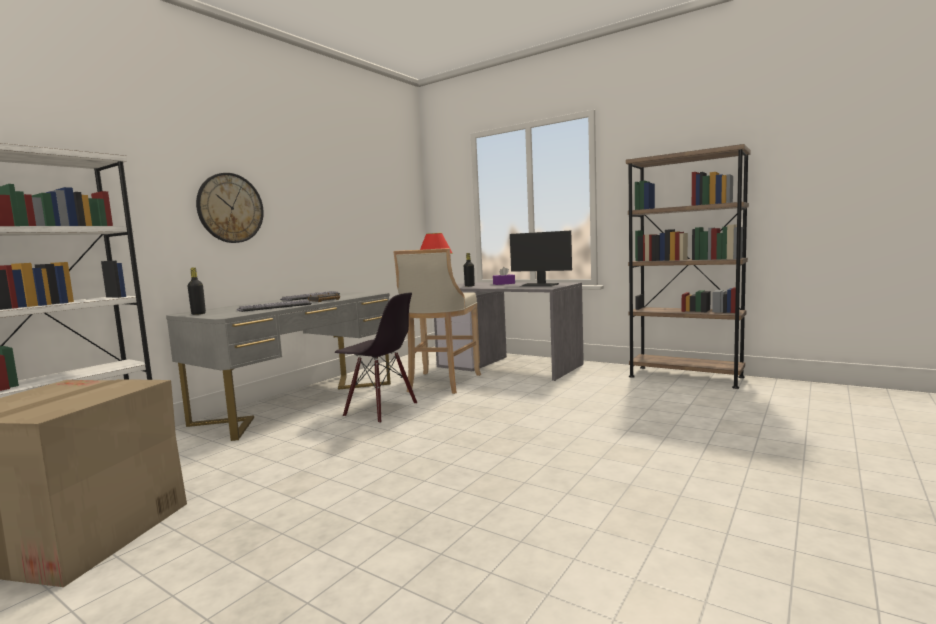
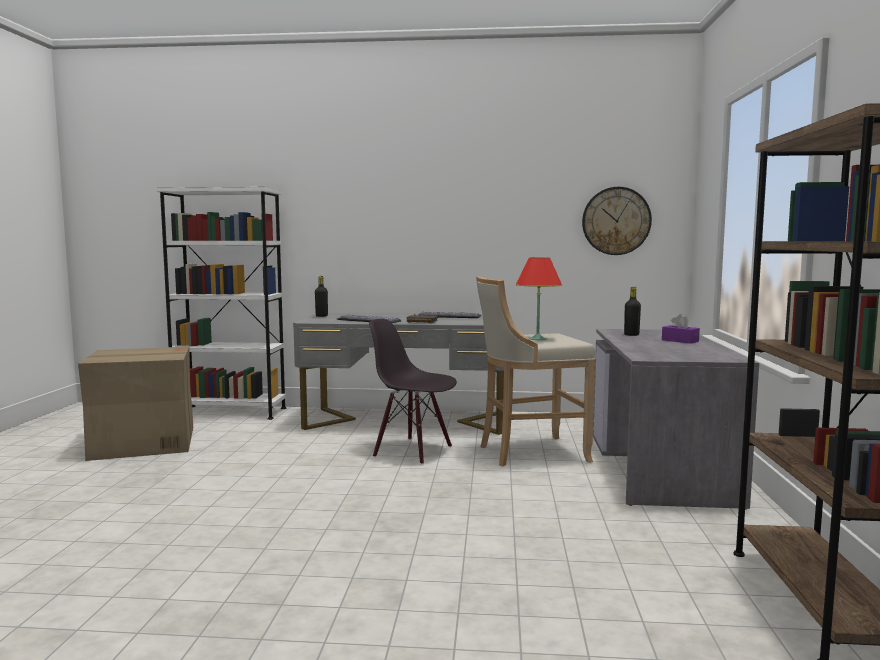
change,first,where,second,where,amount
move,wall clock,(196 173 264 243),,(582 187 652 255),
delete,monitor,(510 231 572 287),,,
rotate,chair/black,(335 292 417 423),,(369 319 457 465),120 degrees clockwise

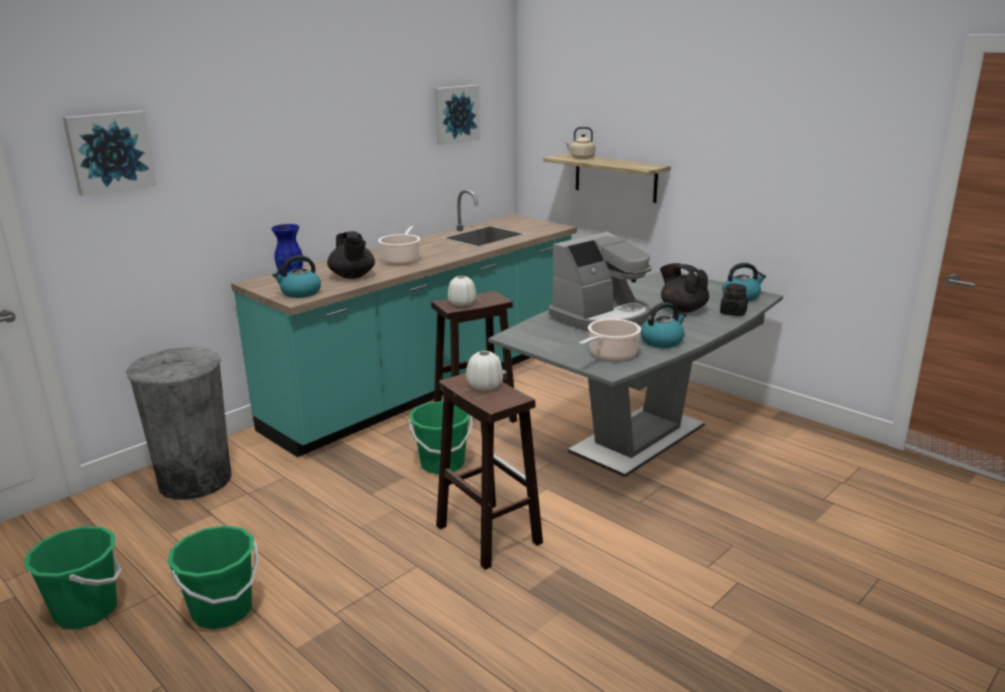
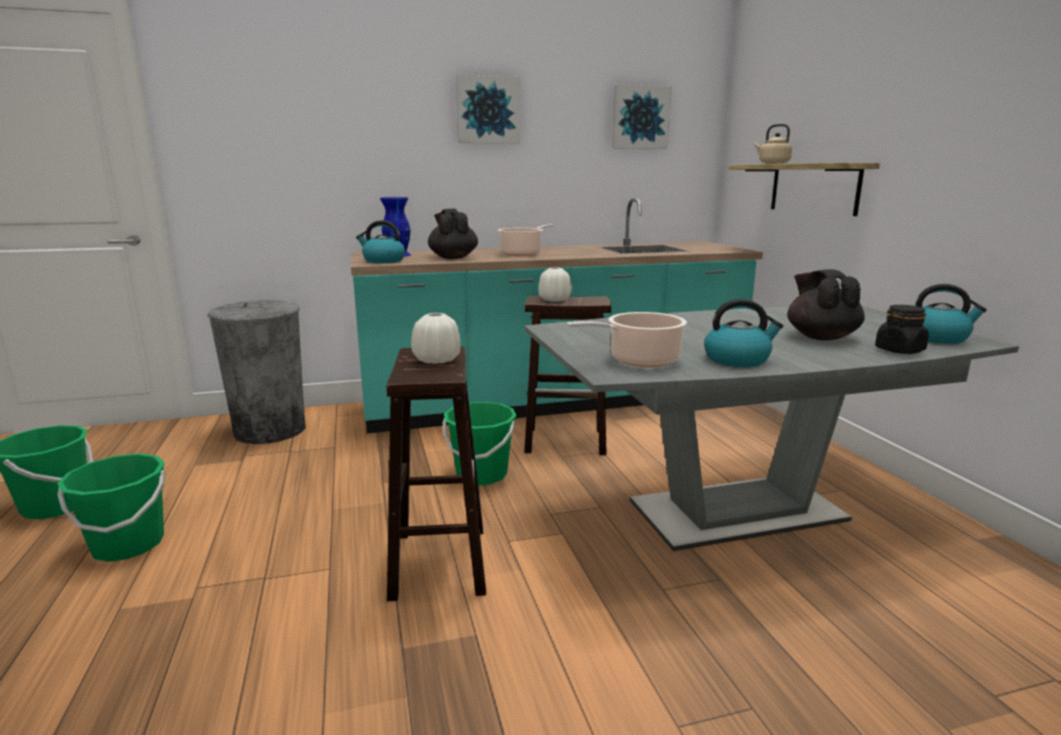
change,first,where,second,where,amount
move,picture,(63 111 157 196),,(456 74 520 144),
rotate,teapot/black,(327 231 375 279),,(428 209 478 259),150 degrees clockwise
delete,coffee machine,(549 231 652 331),,,

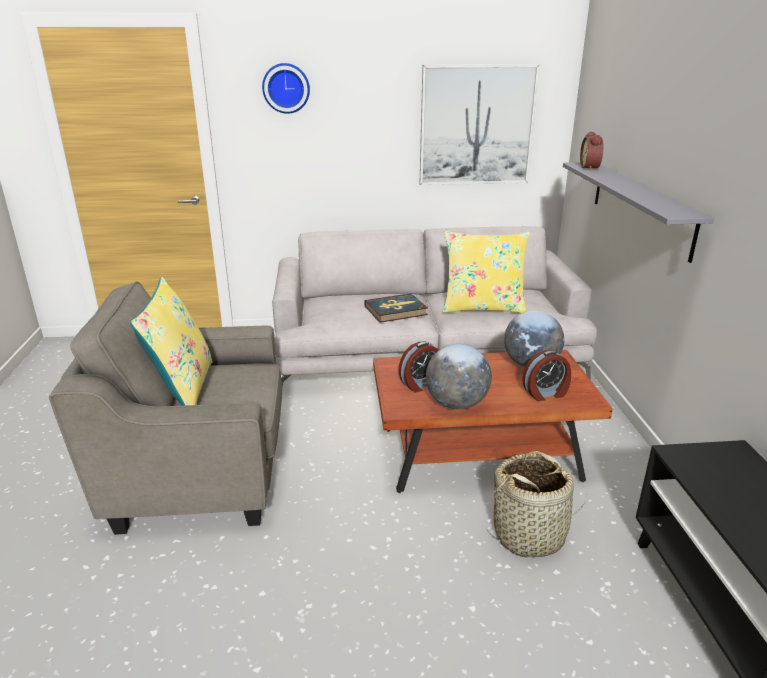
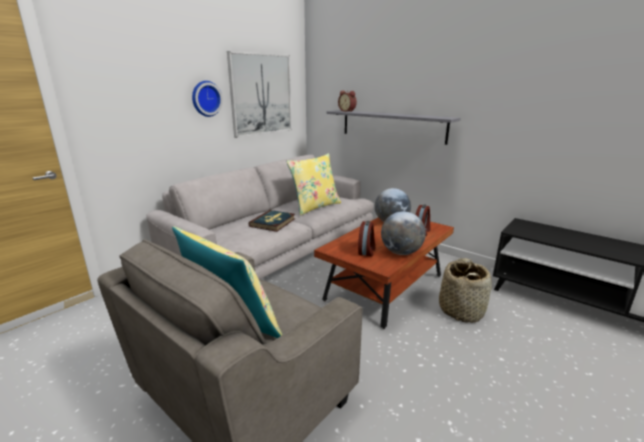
change,first,where,second,where,amount
move,wall clock,(262 63 310 114),,(192 81 223 117),

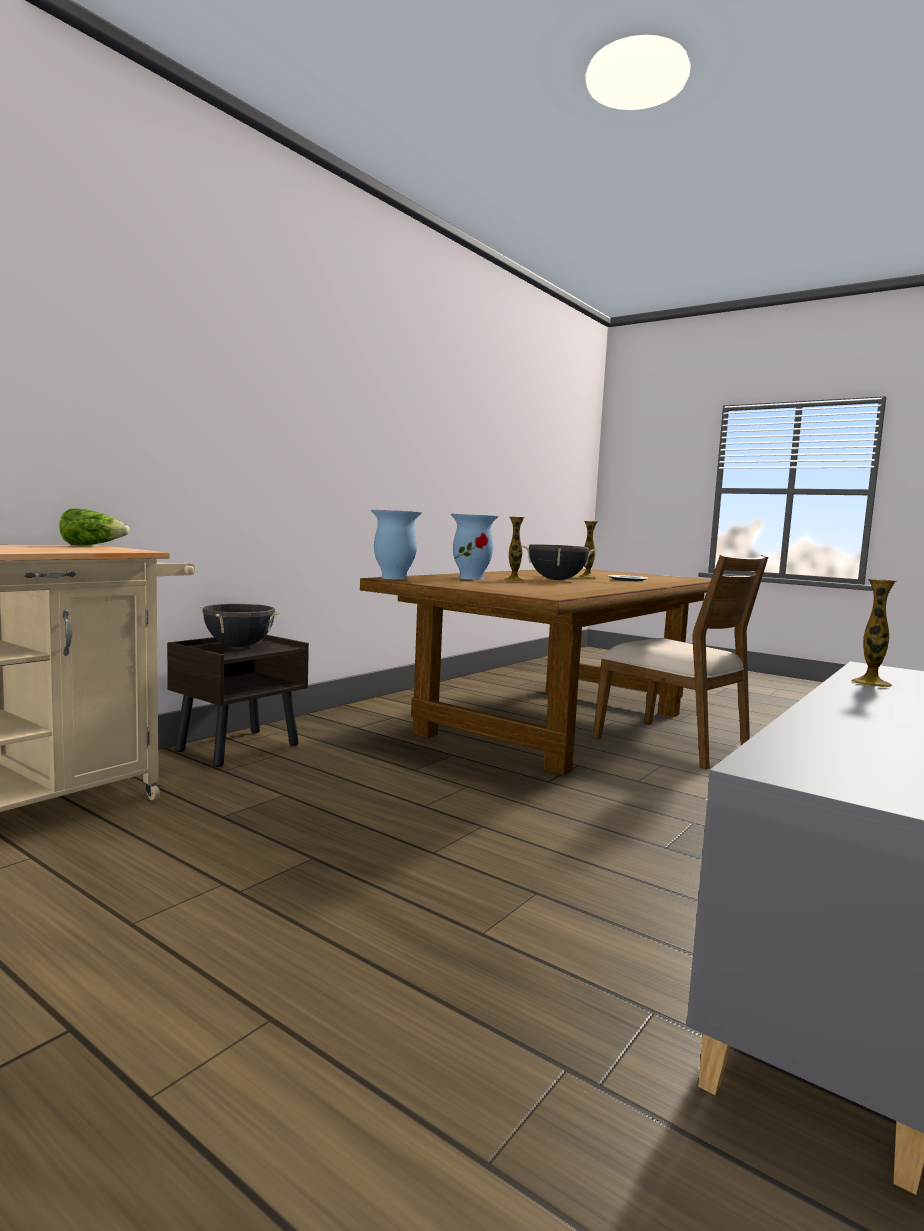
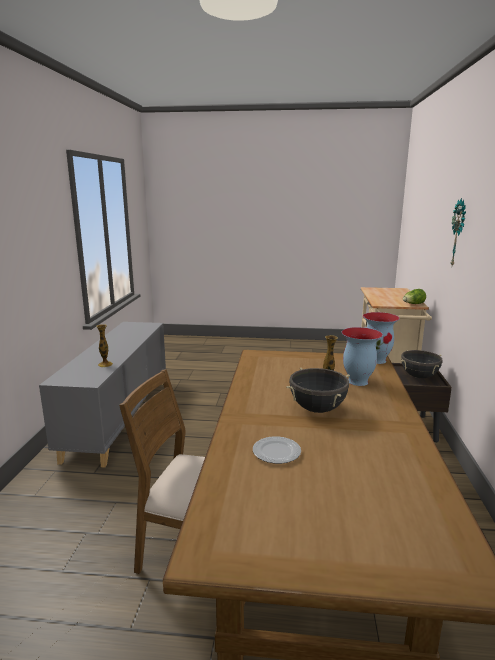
change,first,where,second,where,amount
delete,vase,(578 521 598 578),,,
insert,,,wall clock,(451 198 466 266),

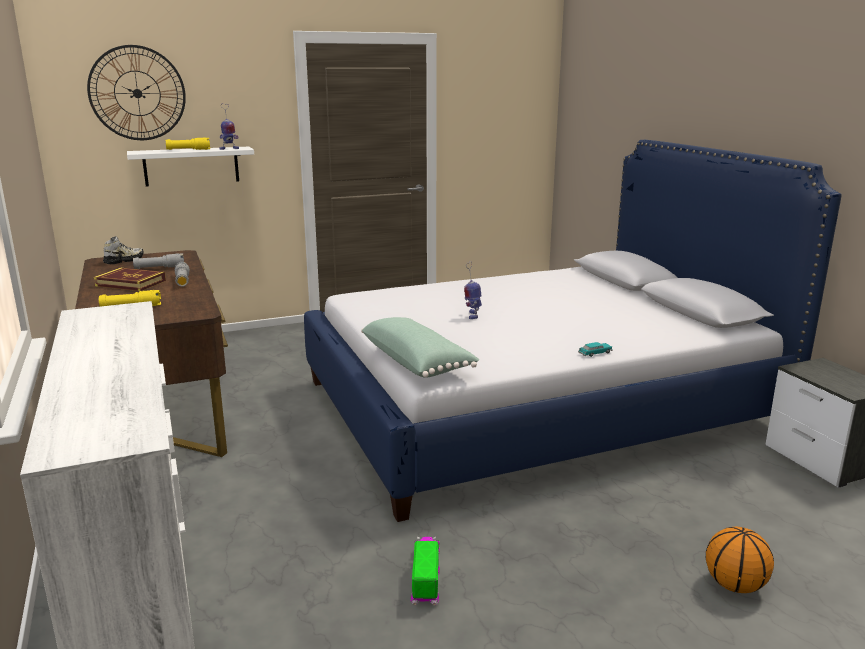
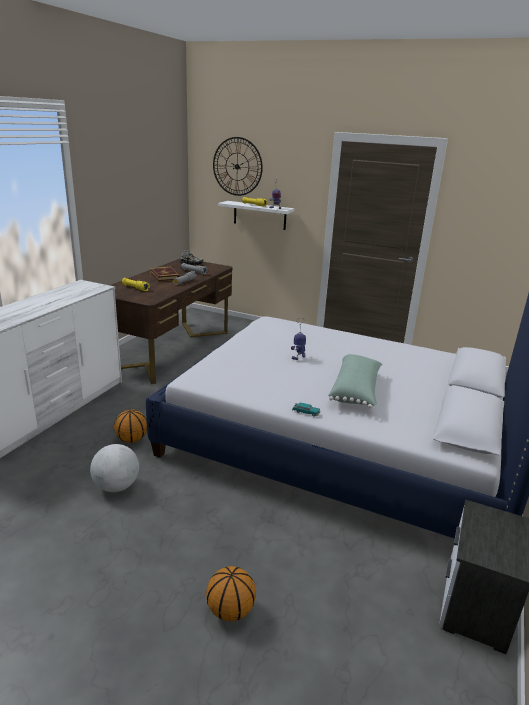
change,first,where,second,where,amount
move,pillow/green,(361 317 479 378),,(328 354 382 408),
replace,toy truck,(410 537 440 606),globe,(90 444 139 492),
insert,,,basketball,(114 409 147 443),

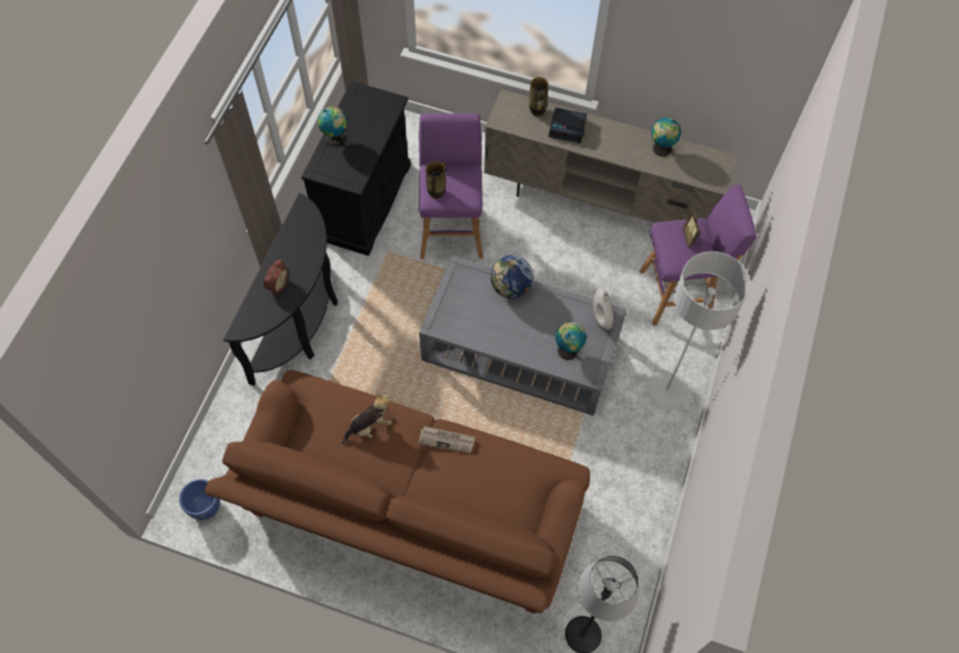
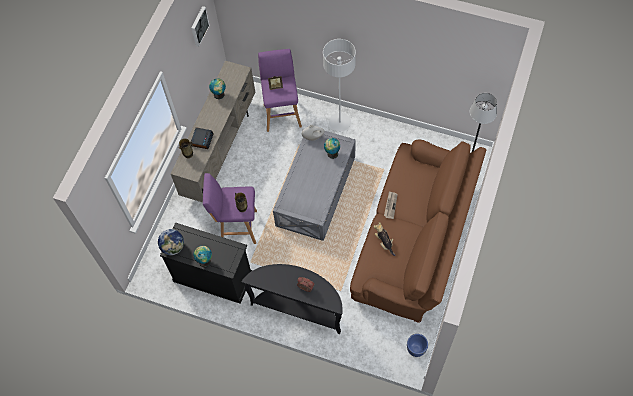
change,first,where,second,where,amount
move,globe,(490 255 534 299),,(158 229 184 255),
insert,,,picture,(191 6 210 47),

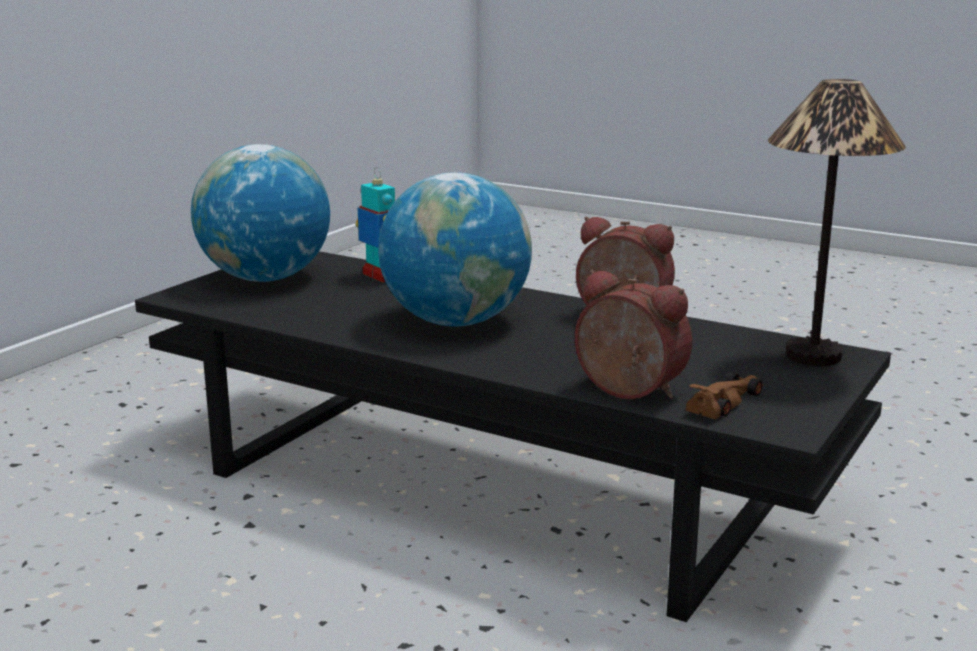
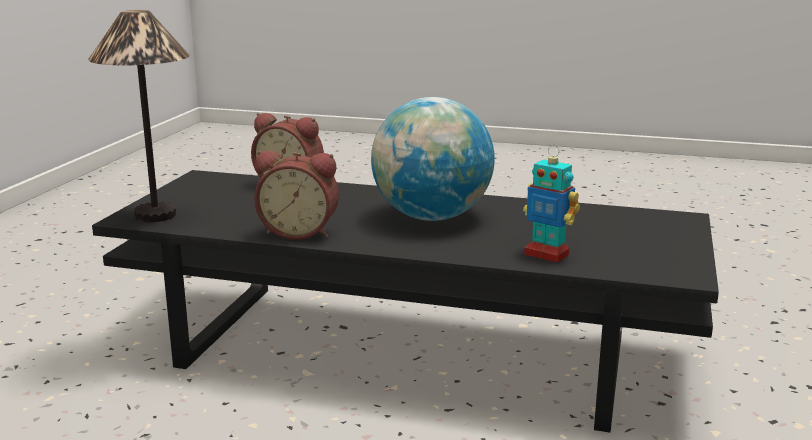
change,first,where,second,where,amount
delete,globe,(191 144 330 282),,,
delete,toy car/brown,(685 372 764 420),,,

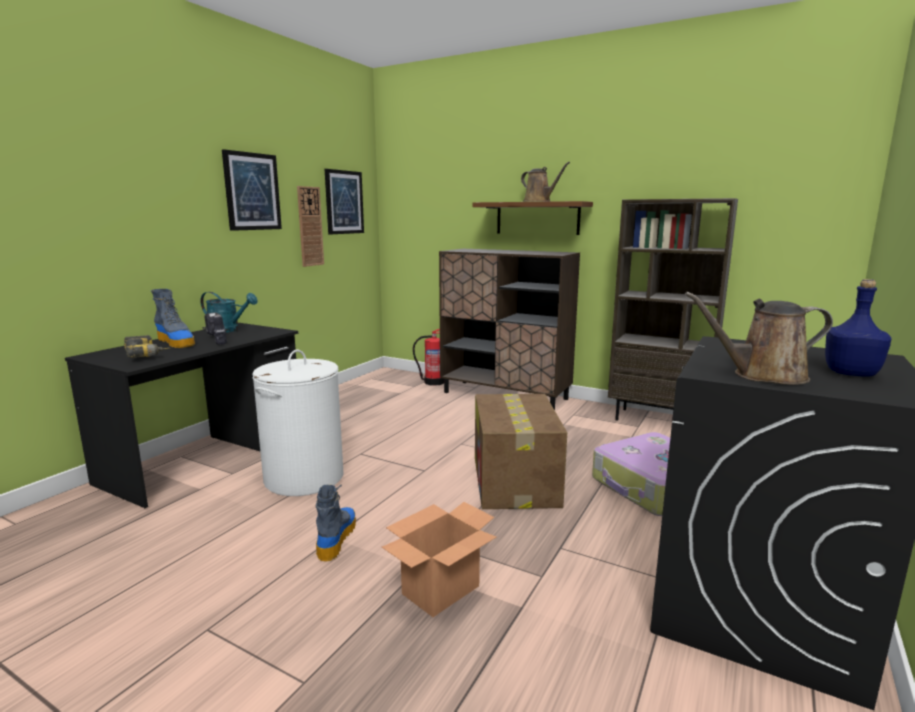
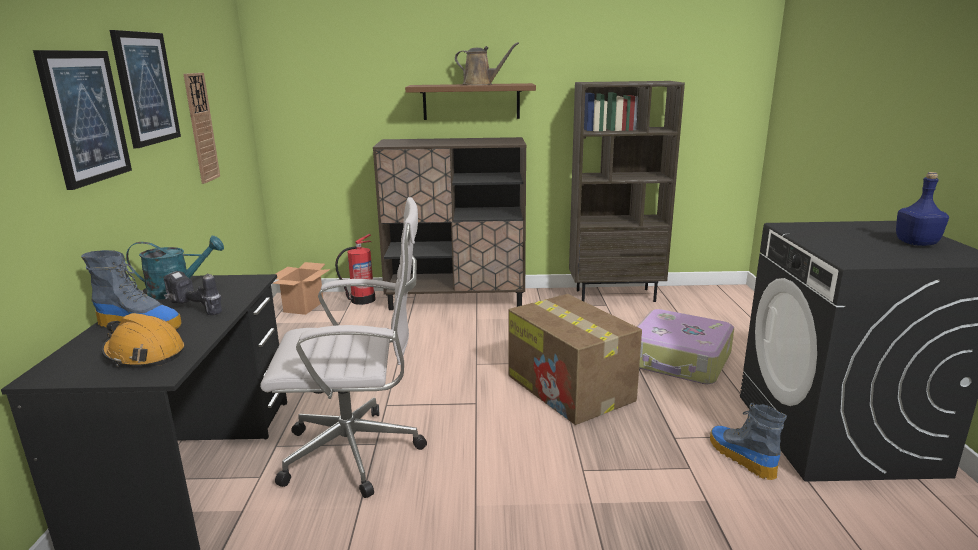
change,first,where,second,where,amount
move,picture,(325 169 364 234),,(33 50 132 190),
delete,watering can/brown,(685 292 833 385),,,
replace,power drill,(124 335 170 358),hard hat/orange,(102 313 184 367),
replace,laundry basket/white,(252 349 344 496),office chair/white,(260 197 427 498),
move,boot,(316 485 356 561),,(710 402 787 480),
move,cardboard box,(382 502 496 617),,(272 262 331 315),

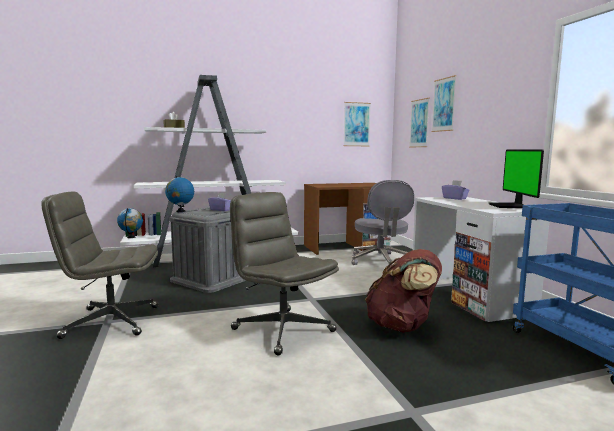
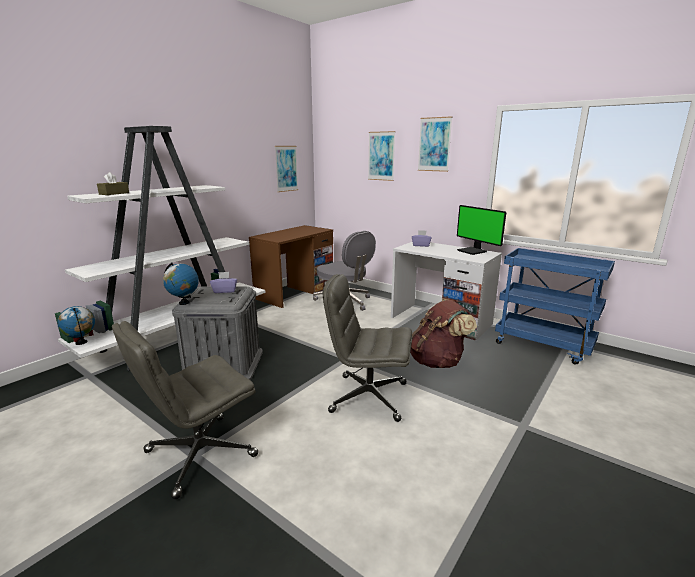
change,first,where,second,where,amount
move,picture,(410 98 430 147),,(418 116 452 172),

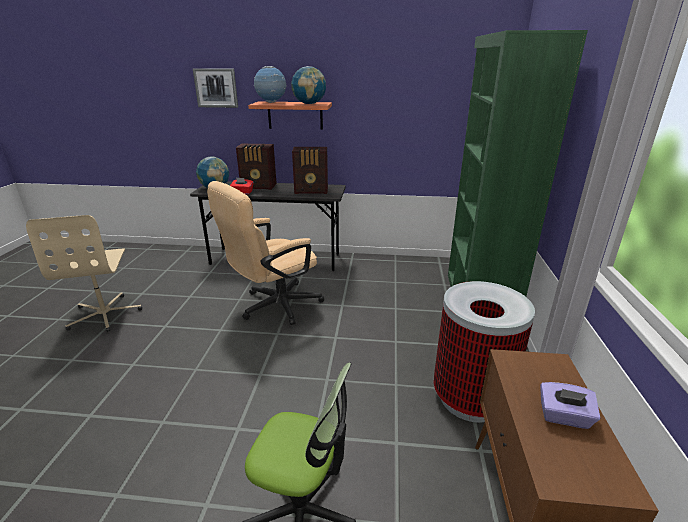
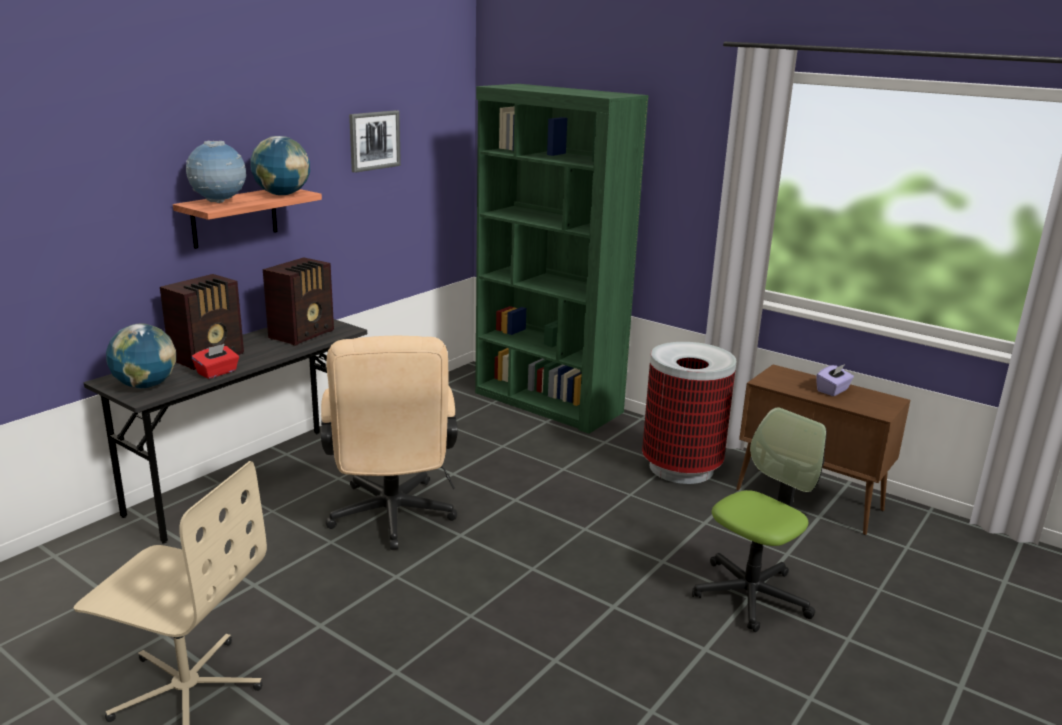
change,first,where,second,where,amount
move,picture,(193 68 238 108),,(349 110 401 173),

